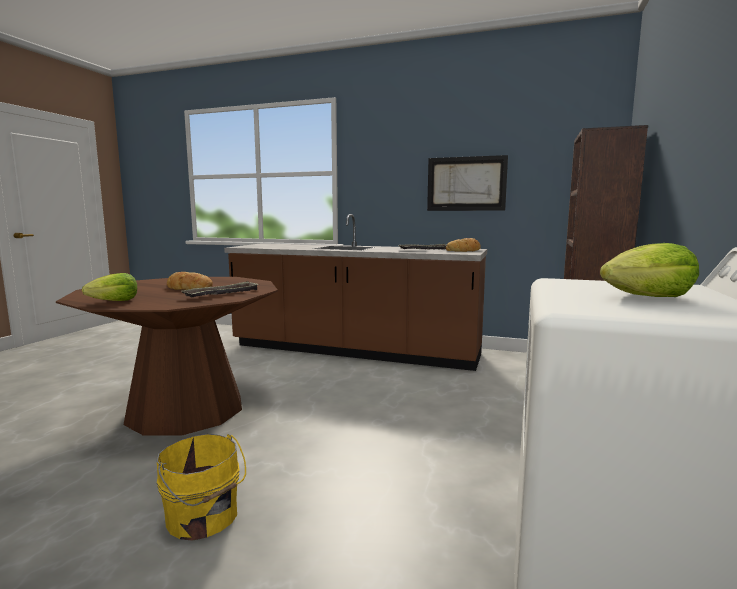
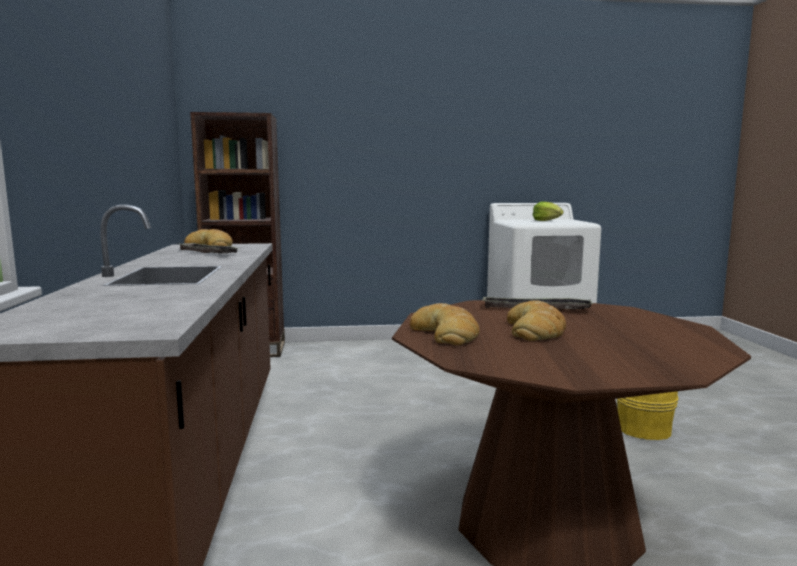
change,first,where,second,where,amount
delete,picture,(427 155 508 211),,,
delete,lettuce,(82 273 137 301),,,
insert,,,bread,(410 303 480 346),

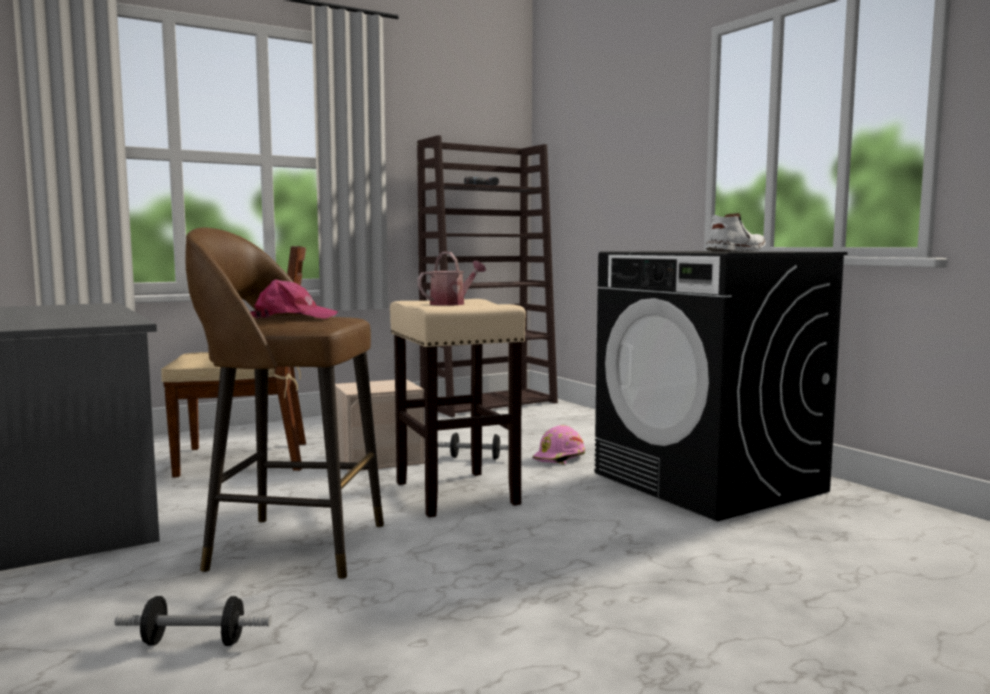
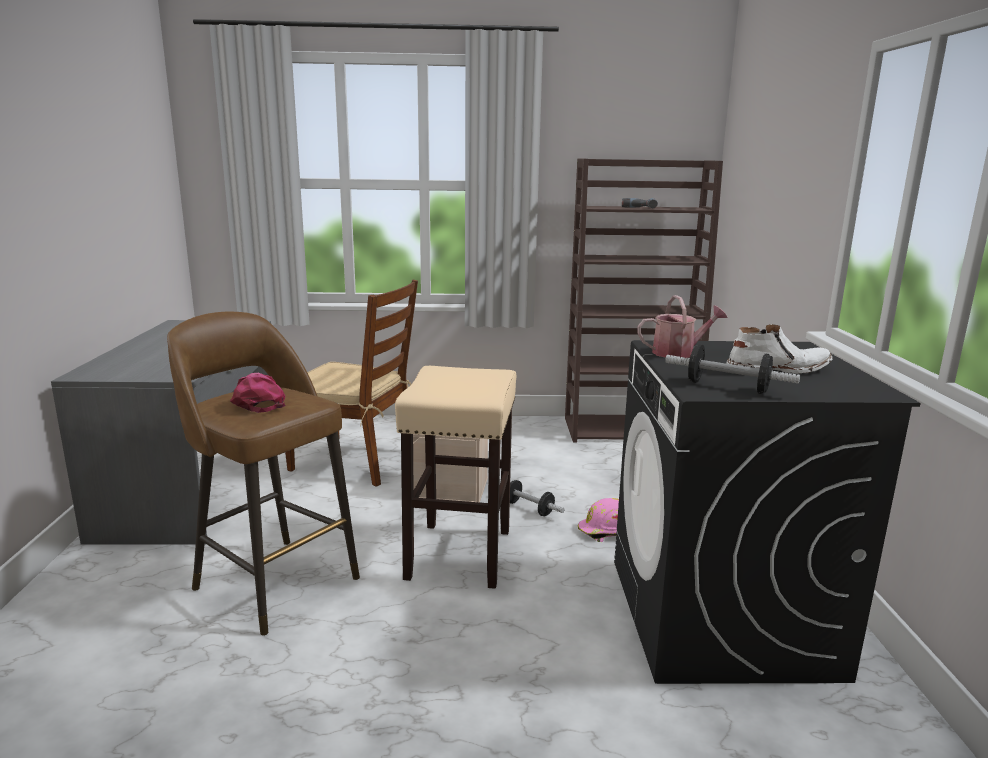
change,first,where,second,where,amount
move,watering can,(417 252 486 306),,(638 295 728 358),
rotate,cap/pink,(251 279 338 319),,(230 373 286 413),135 degrees counterclockwise
move,dumbbell,(115 596 271 646),,(665 344 800 394),

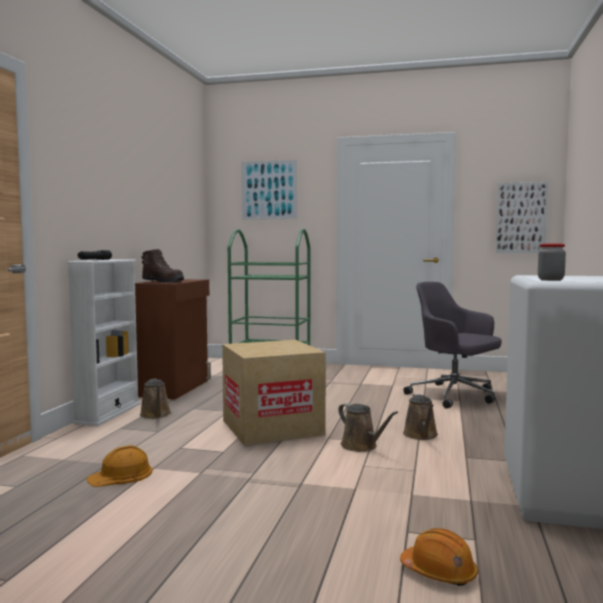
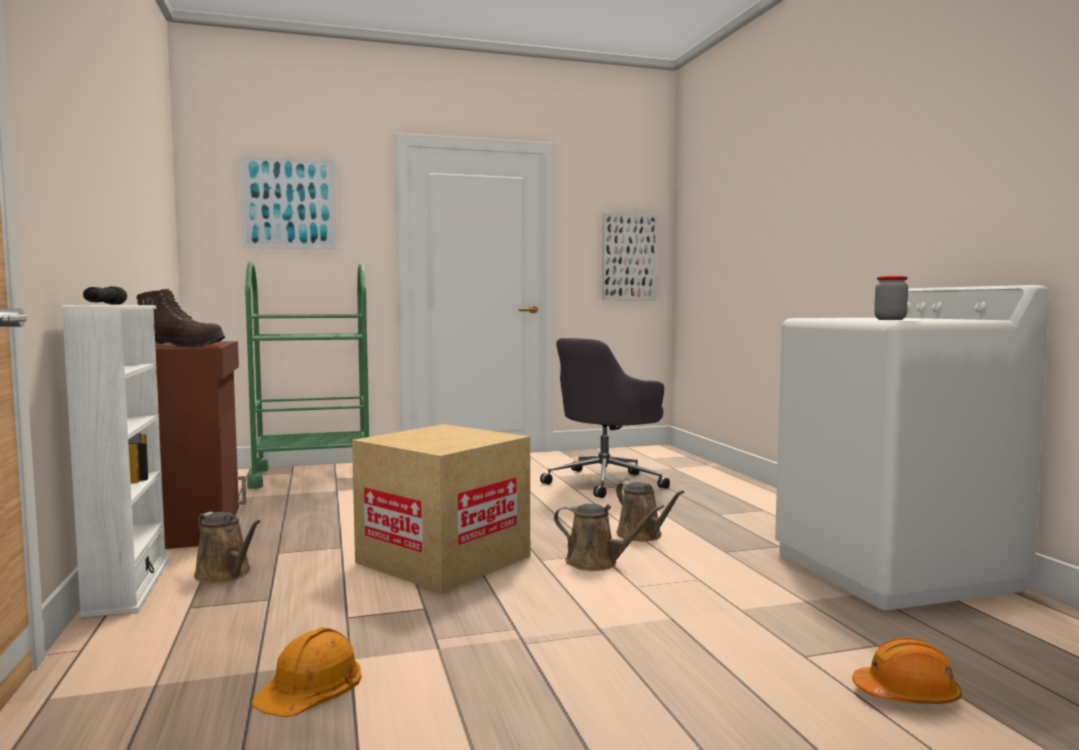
change,first,where,second,where,amount
rotate,office chair/grey,(403 282 502 408),,(540 338 670 498),60 degrees counterclockwise

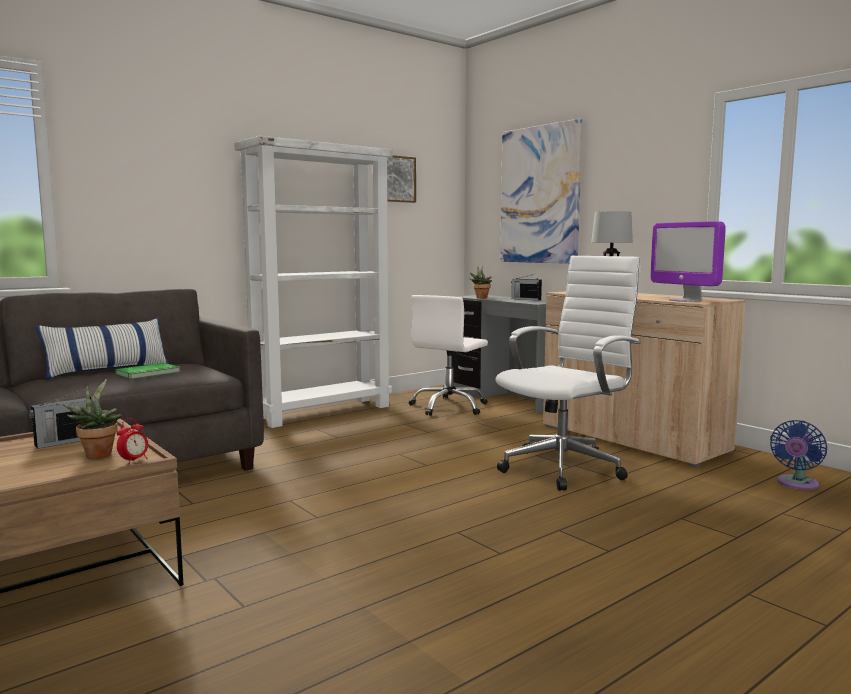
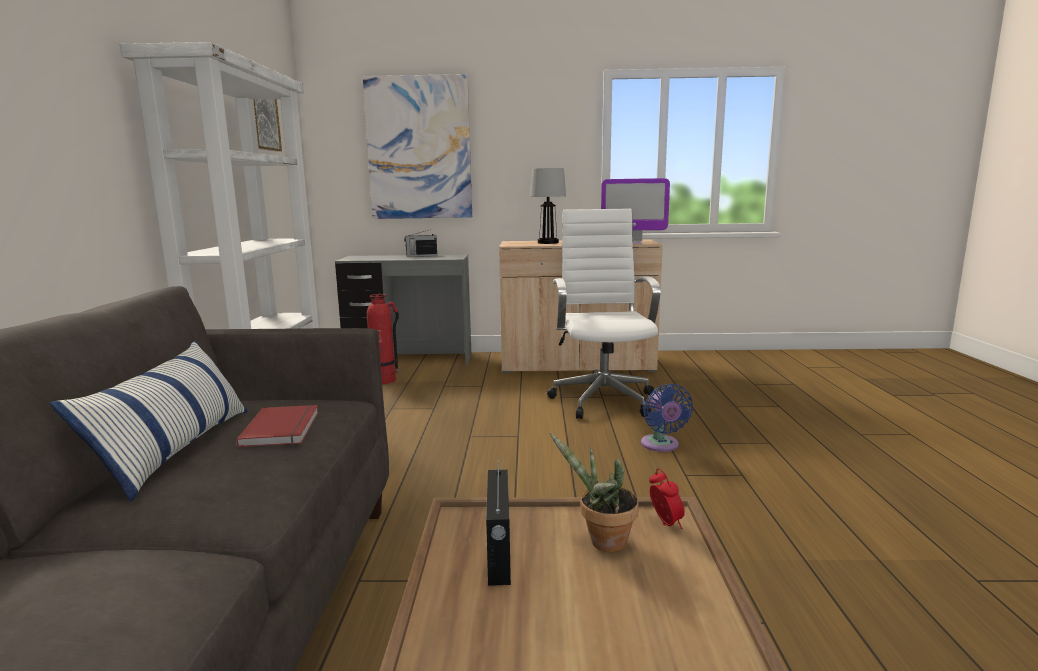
change,first,where,second,where,amount
delete,potted plant,(470 266 492 299),,,
replace,office chair/white,(409 295 488 416),fire extinguisher,(367 294 399 384),
recolor,book/green,(115 363 180 379),book/red,(236 405 319 447),
move,fan/blue,(770 420 827 490),,(641 384 693 452),

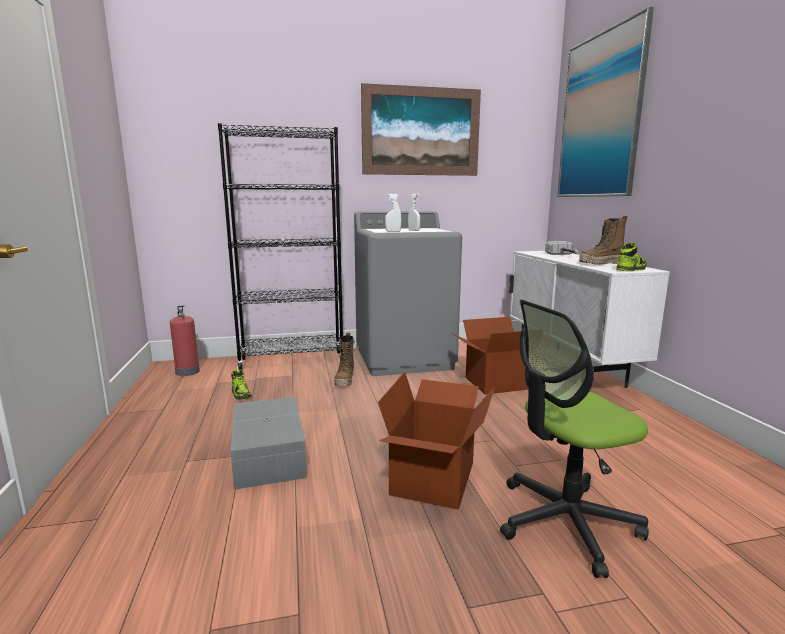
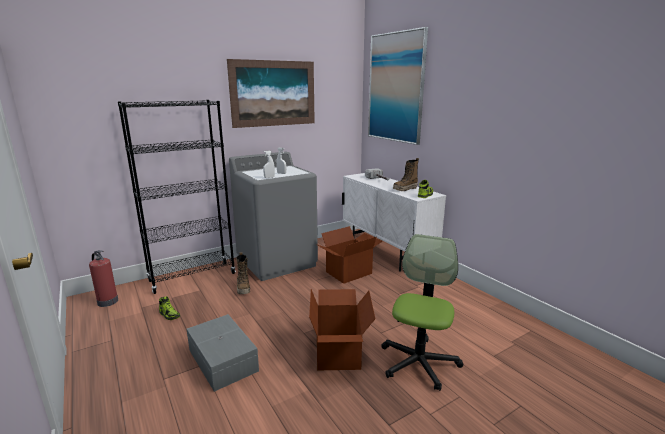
change,first,where,second,where,amount
rotate,office chair,(500 299 649 578),,(381 234 463 391),150 degrees clockwise

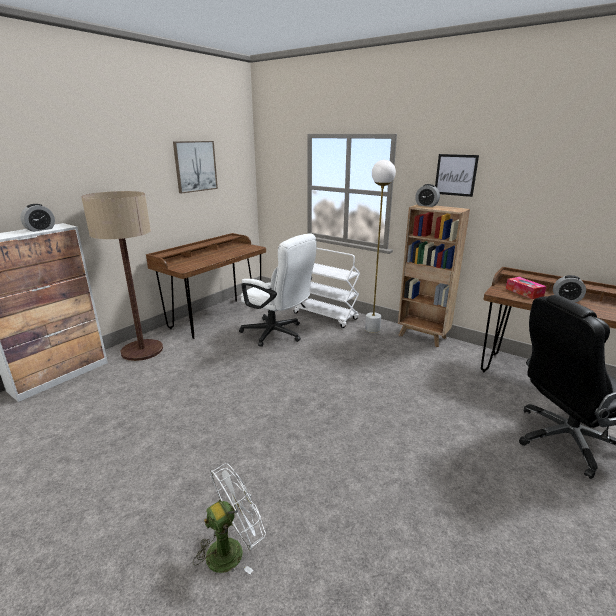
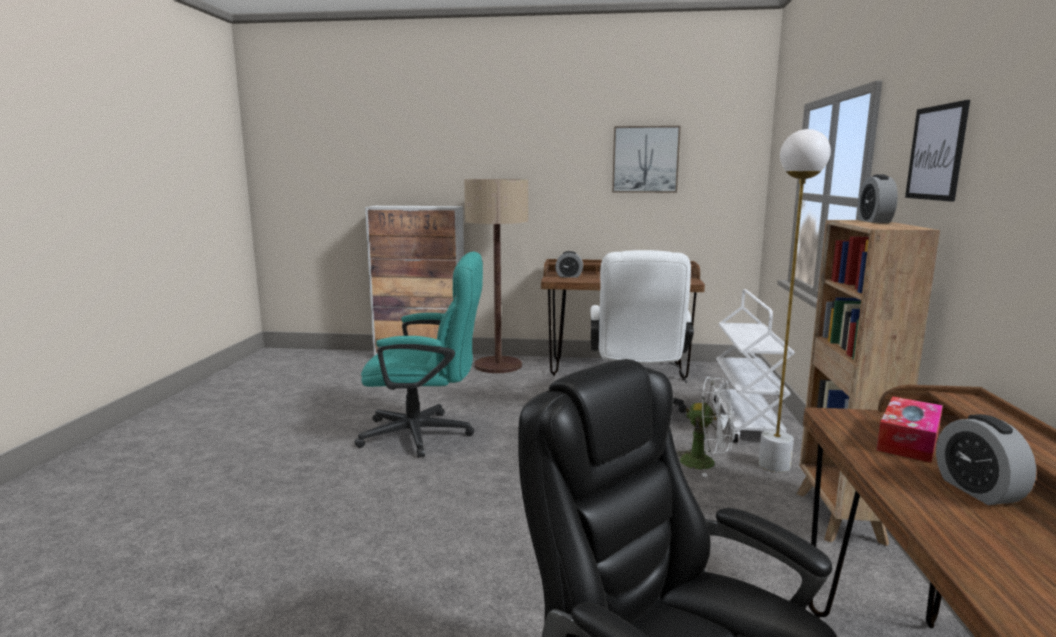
change,first,where,second,where,amount
move,alarm clock,(20 204 55 232),,(555 251 583 278),
move,fan/white,(193 463 266 574),,(676 377 734 477),
insert,,,office chair/turquoise,(355 252 483 458),

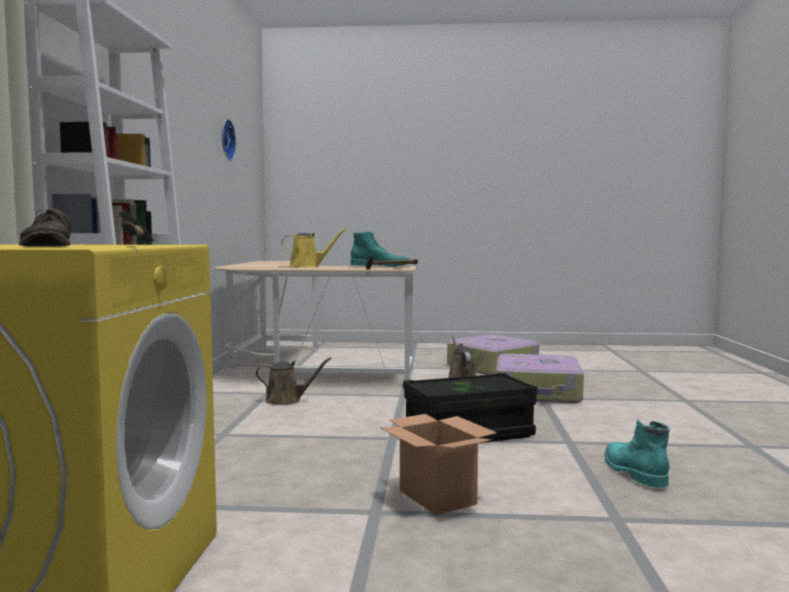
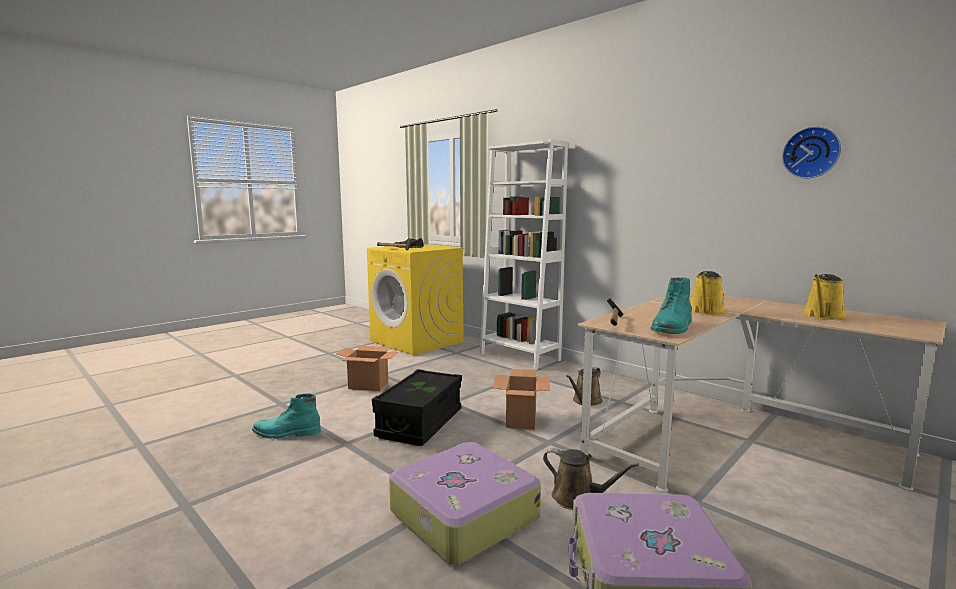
change,first,where,second,where,amount
rotate,boot/turquoise,(604 420 670 488),,(252 394 321 439),150 degrees clockwise
insert,,,watering can/yellow,(802 274 847 320),
insert,,,cardboard box,(492 369 550 429),

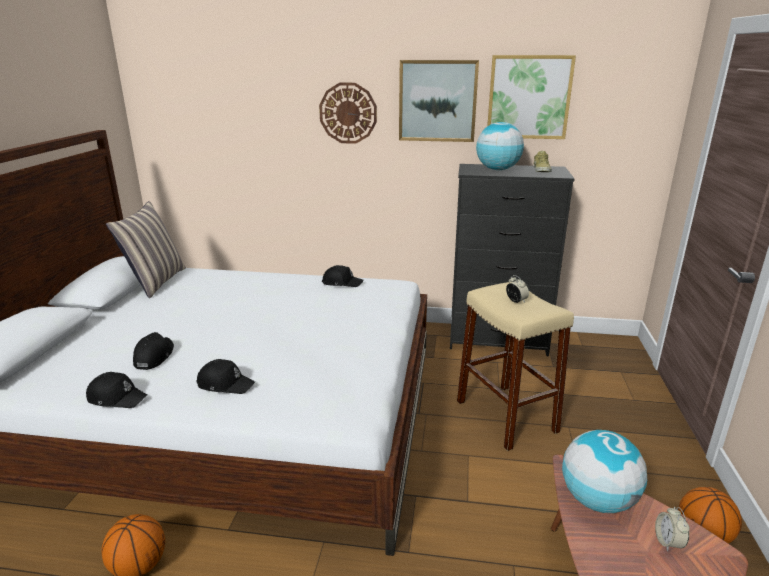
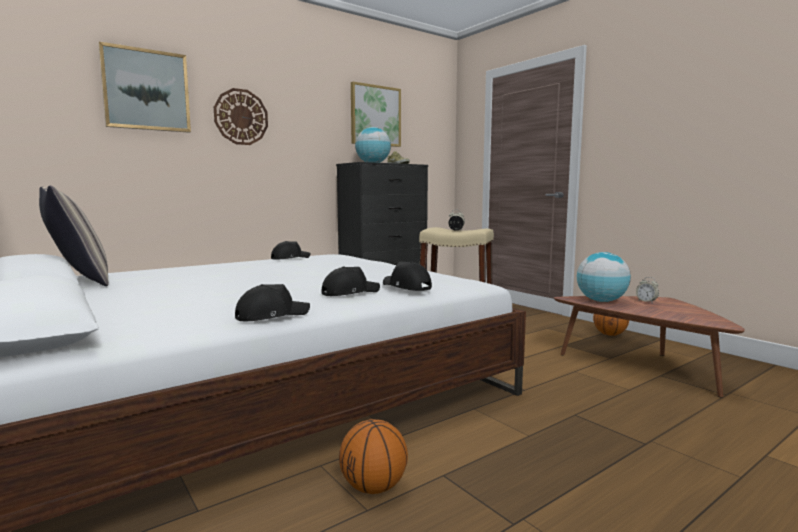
change,first,where,second,where,amount
move,picture,(399 60 479 142),,(98 42 191 133),
move,cap/black,(133 332 174 370),,(383 262 432 291),

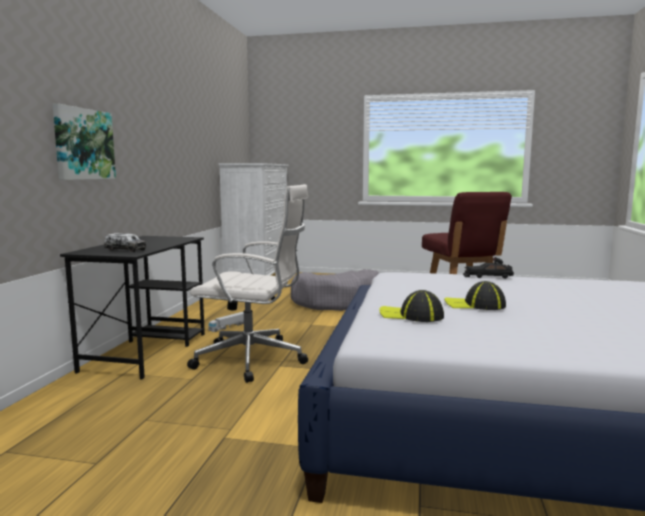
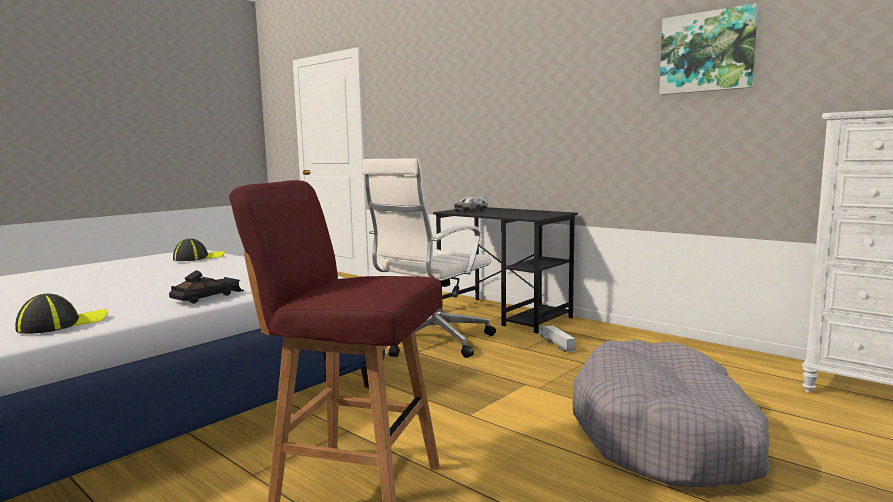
change,first,where,second,where,amount
move,picture,(52 103 116 180),,(659 3 758 95),
move,cap,(444 281 506 310),,(15 293 108 334),

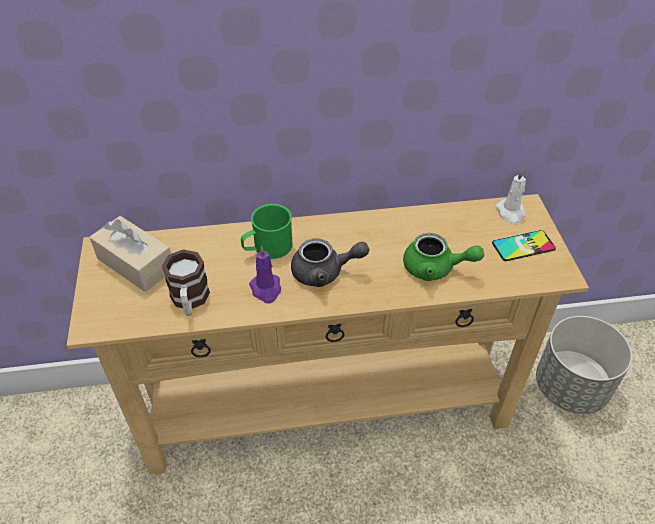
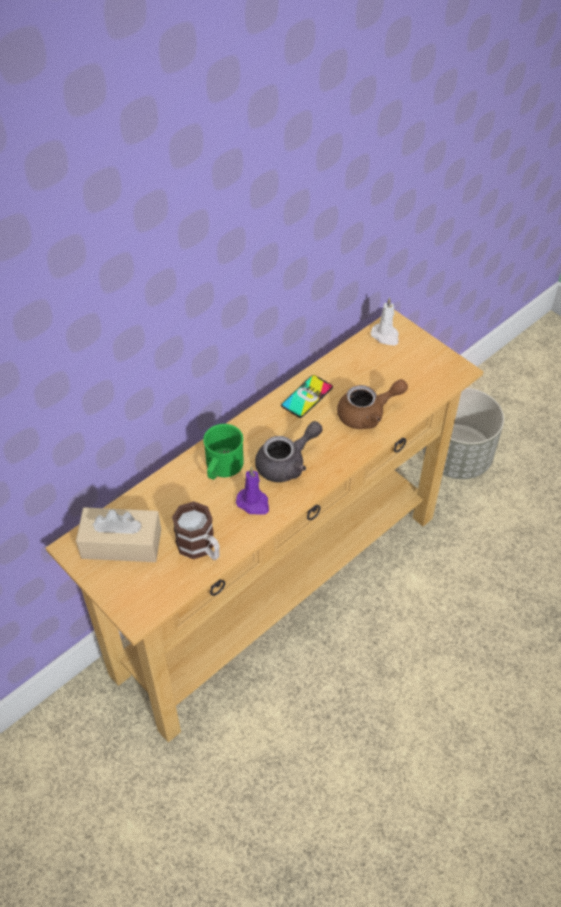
change,first,where,second,where,amount
move,phone,(492 230 556 261),,(281 375 333 418),
recolor,teapot/green,(403 233 484 281),teapot/brown,(337 379 408 429),

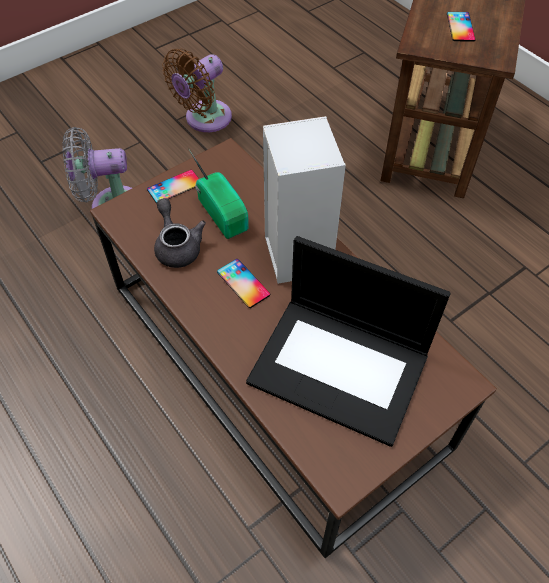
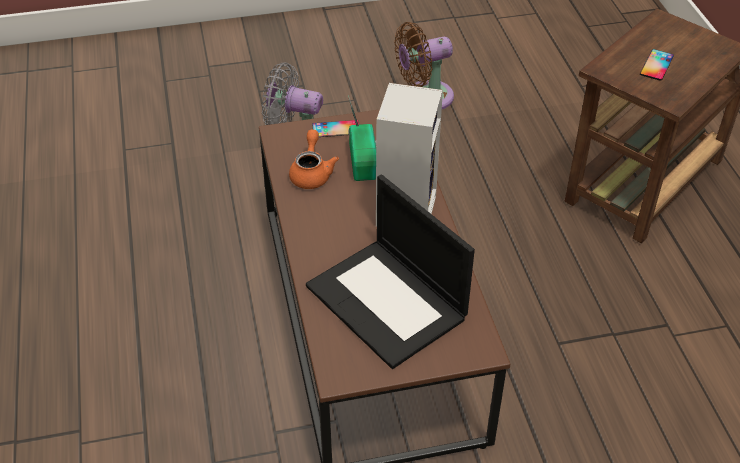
change,first,where,second,where,amount
recolor,teapot/grey,(154 198 206 268),teapot/orange,(289 129 339 189),
delete,phone,(217 259 270 308),,,

